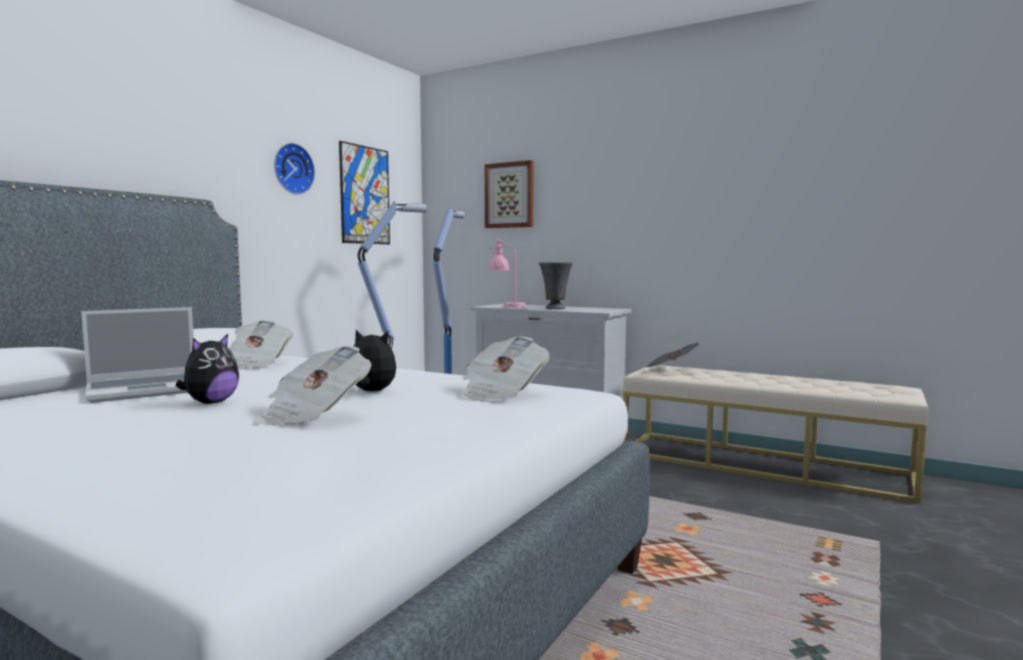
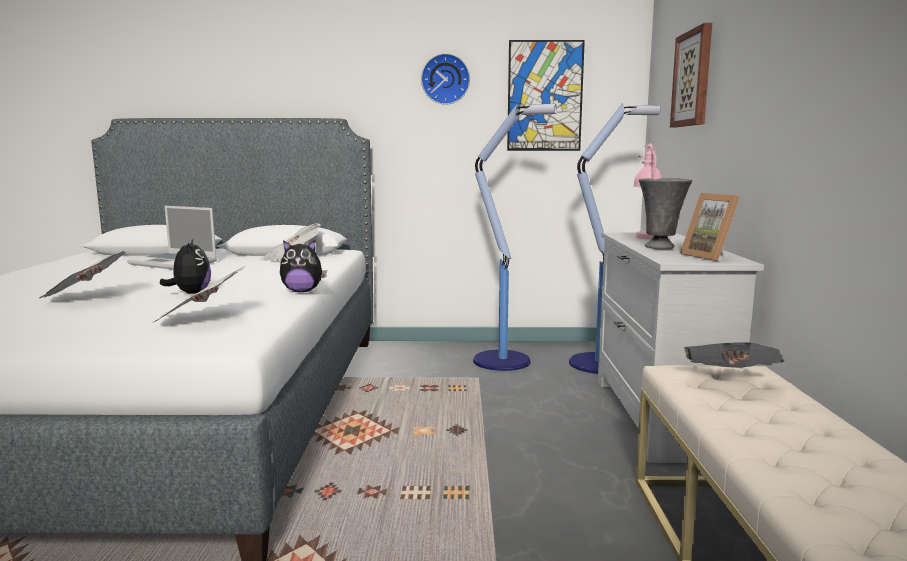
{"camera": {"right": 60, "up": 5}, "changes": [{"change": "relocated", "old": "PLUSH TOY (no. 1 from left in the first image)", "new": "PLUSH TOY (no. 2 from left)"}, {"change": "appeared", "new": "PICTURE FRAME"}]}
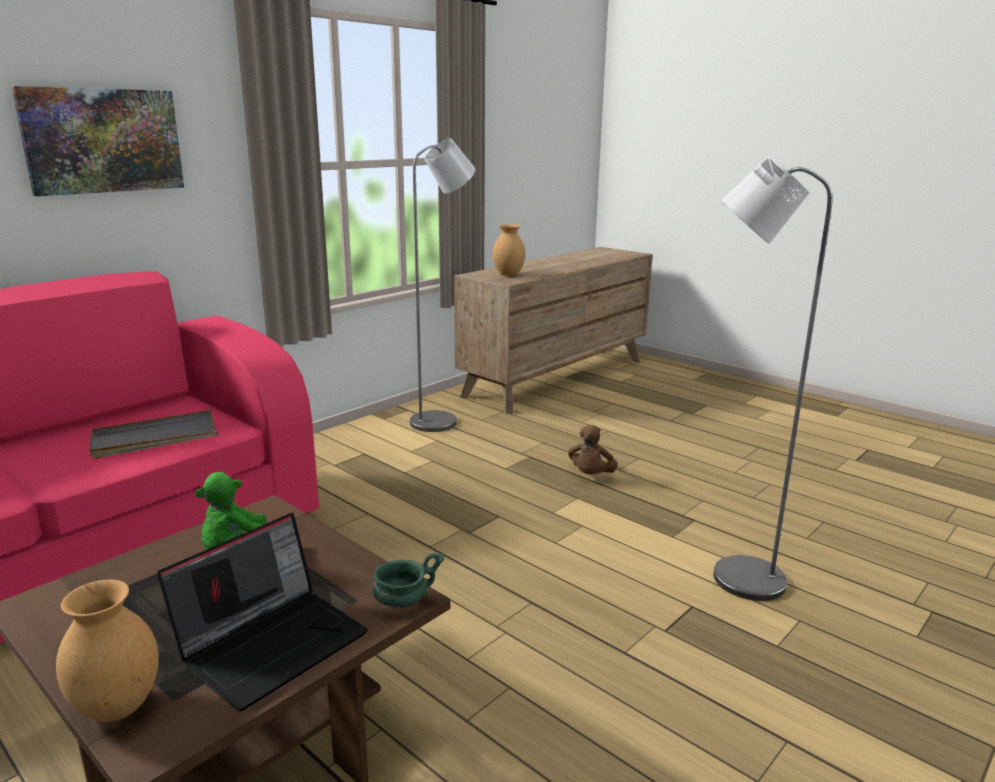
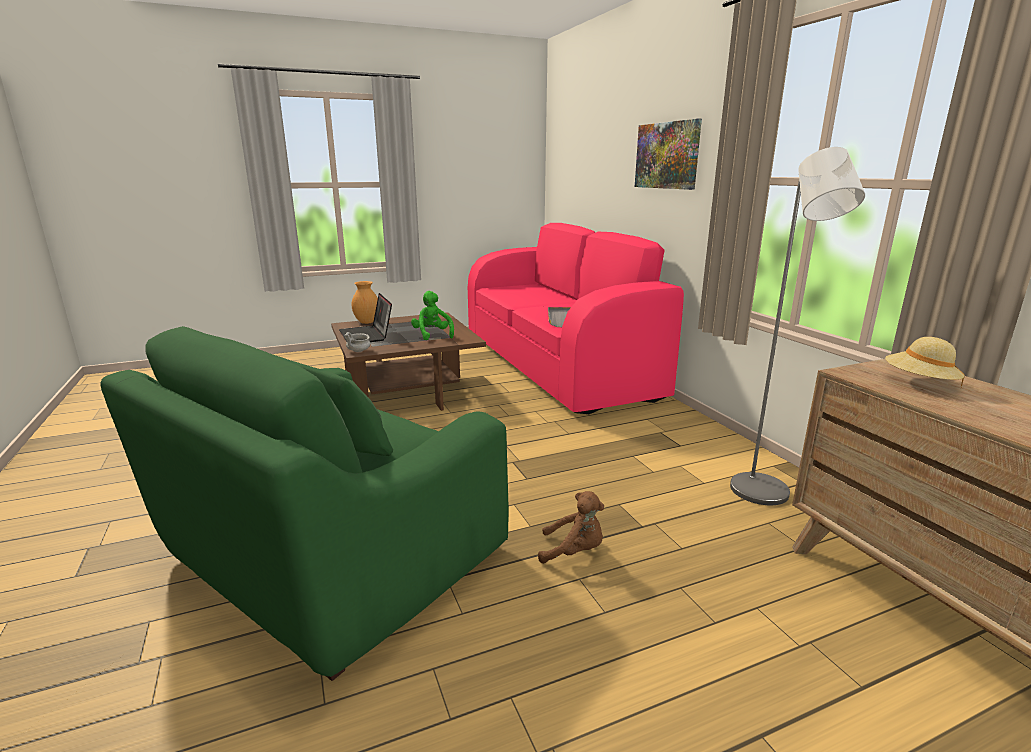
{"camera": {"right": 115, "up": 0}, "changes": [{"change": "colour", "old": "GREEN BOWL", "new": "GREY BOWL"}, {"change": "exchanged", "old": "BROWN VASE (no. 2 from left)", "new": "BEIGE HAT"}, {"change": "spun", "old": "BROWN PLUSH TOY", "degrees": 150}, {"change": "exchanged", "old": "GREY FLOOR LAMP (no. 2 from left)", "new": "GREEN ARMCHAIR"}]}
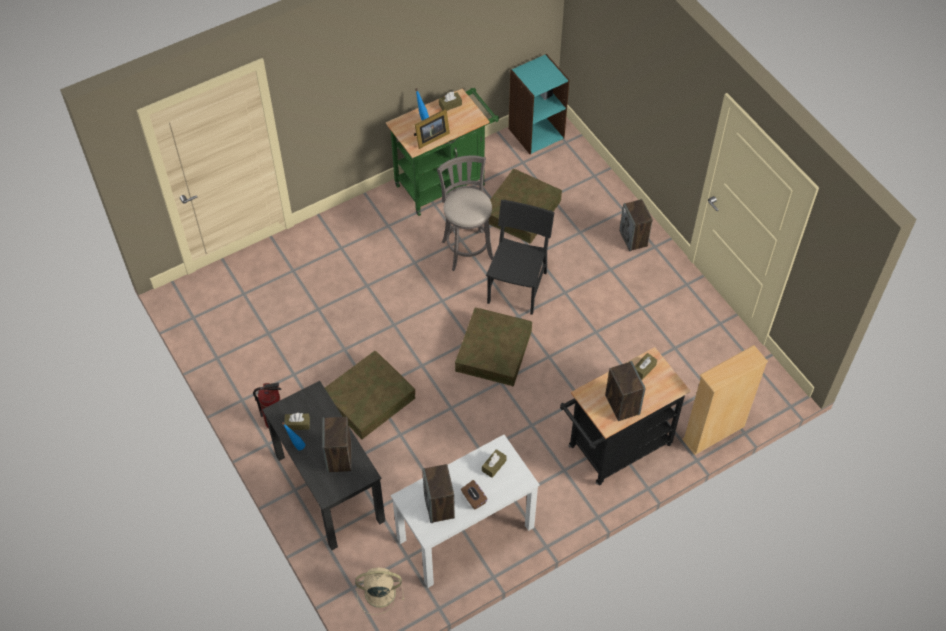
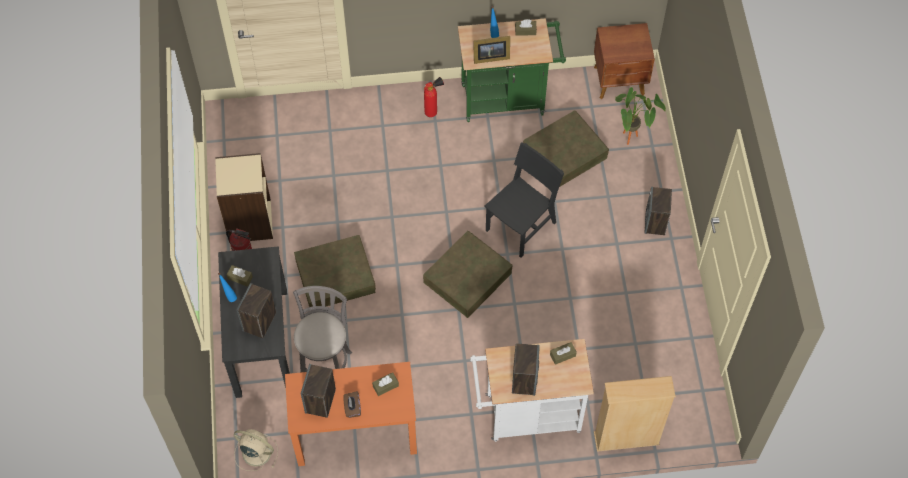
{"camera": {"right": 25, "up": 5}, "changes": [{"change": "colour", "old": "WHITE DESK", "new": "ORANGE DESK"}, {"change": "relocated", "old": "GREY STOOL"}, {"change": "exchanged", "old": "TURQUOISE BOOKCASE", "new": "BROWN NIGHTSTAND"}, {"change": "colour", "old": "BLACK CART", "new": "WHITE CART"}, {"change": "appeared", "new": "BEIGE BOOKCASE (no. 1 from left)"}, {"change": "appeared", "new": "FIRE EXTINGUISHER (no. 2 from left)"}, {"change": "appeared", "new": "POTTED PLANT"}]}
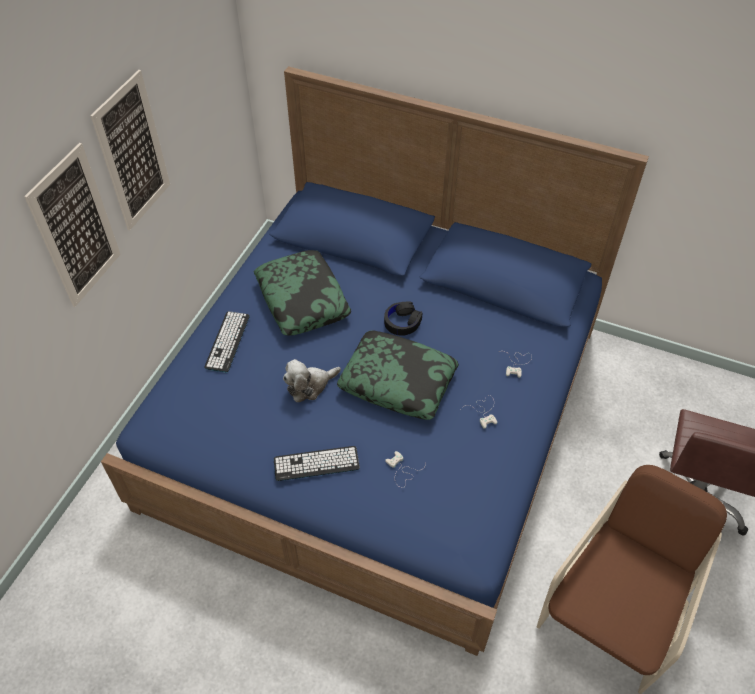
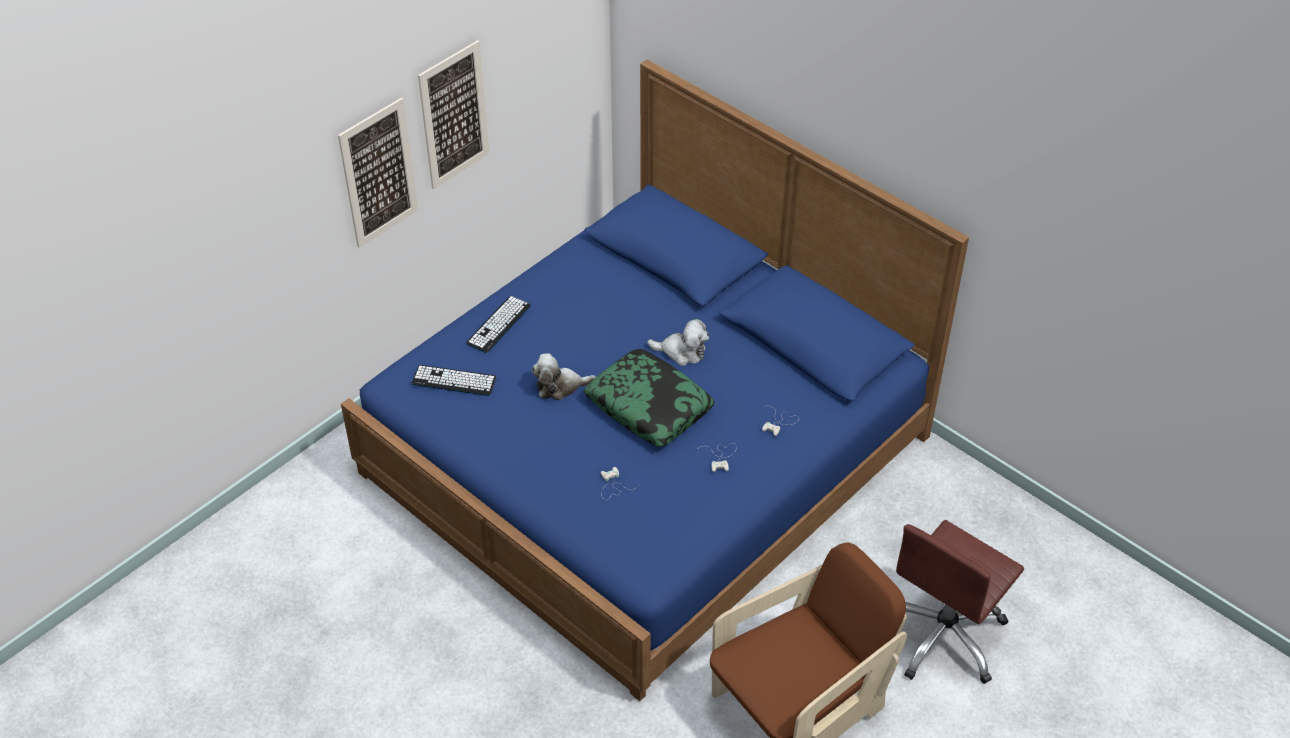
{"camera": {"right": 20, "up": -5}, "changes": [{"change": "missing", "old": "PILLOW (no. 1 from left)"}, {"change": "relocated", "old": "KEYBOARD (no. 2 from left in the first image)", "new": "KEYBOARD (no. 1 from left)"}, {"change": "exchanged", "old": "BLACK HEADPHONES", "new": "PLUSH TOY (no. 2 from left)"}]}
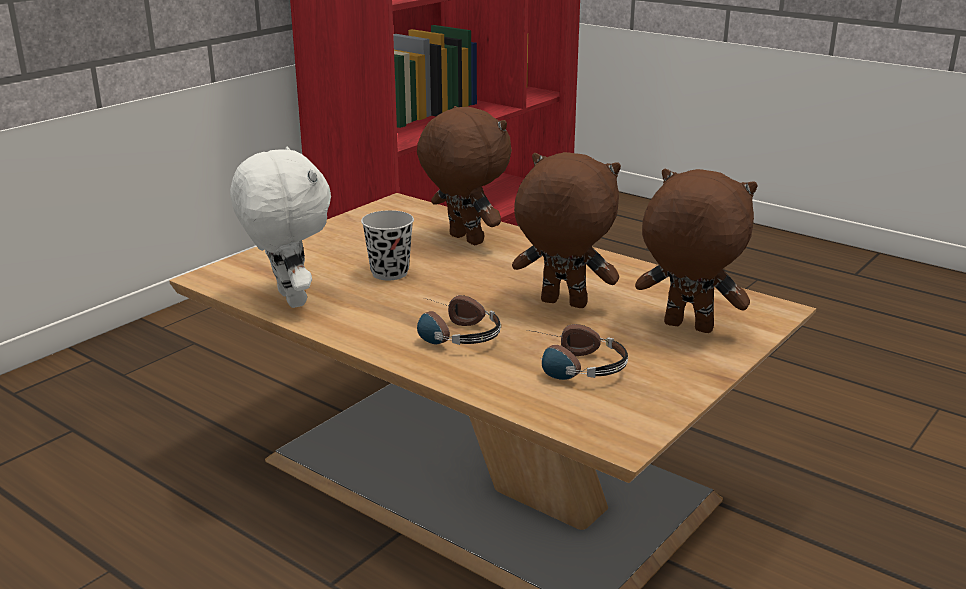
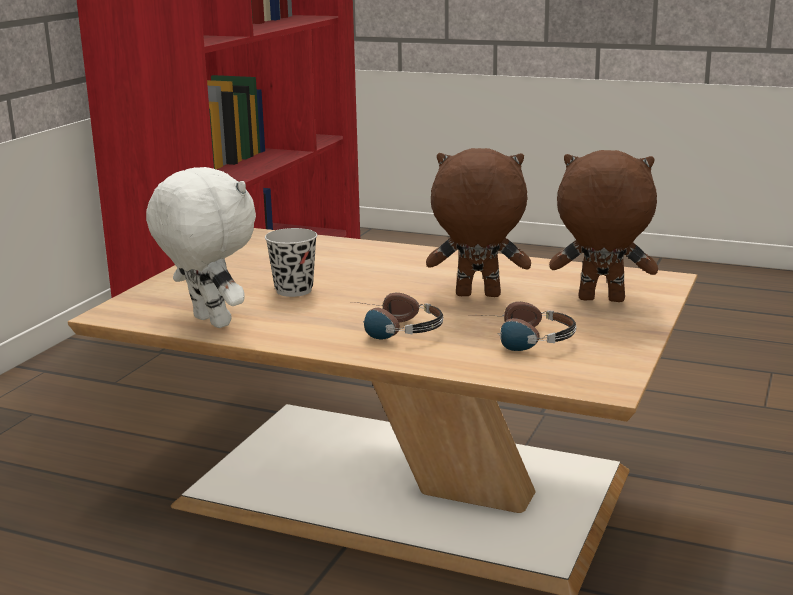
{"camera": {"right": -15, "up": -5}, "changes": [{"change": "missing", "old": "BROWN PLUSH TOY (no. 1 from left)"}]}
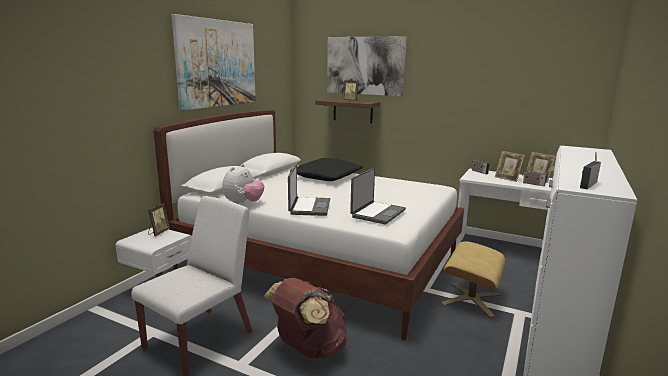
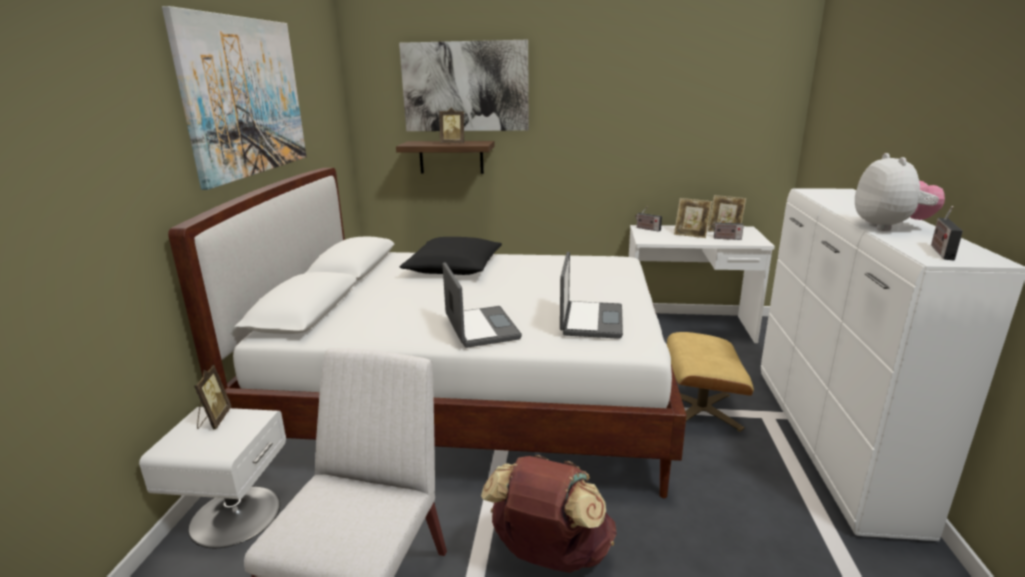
{"camera": {"right": -20, "up": 5}, "changes": [{"change": "relocated", "old": "PLUSH TOY"}]}
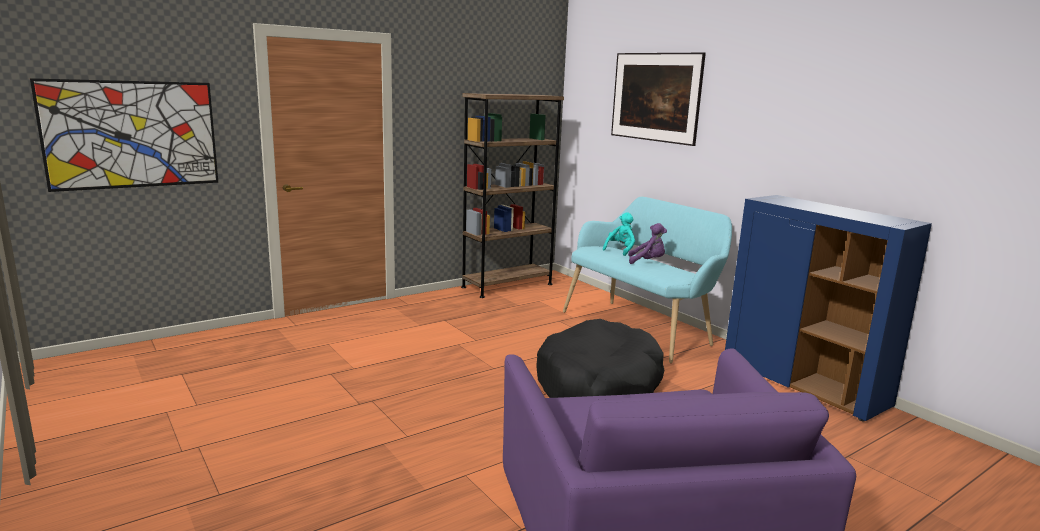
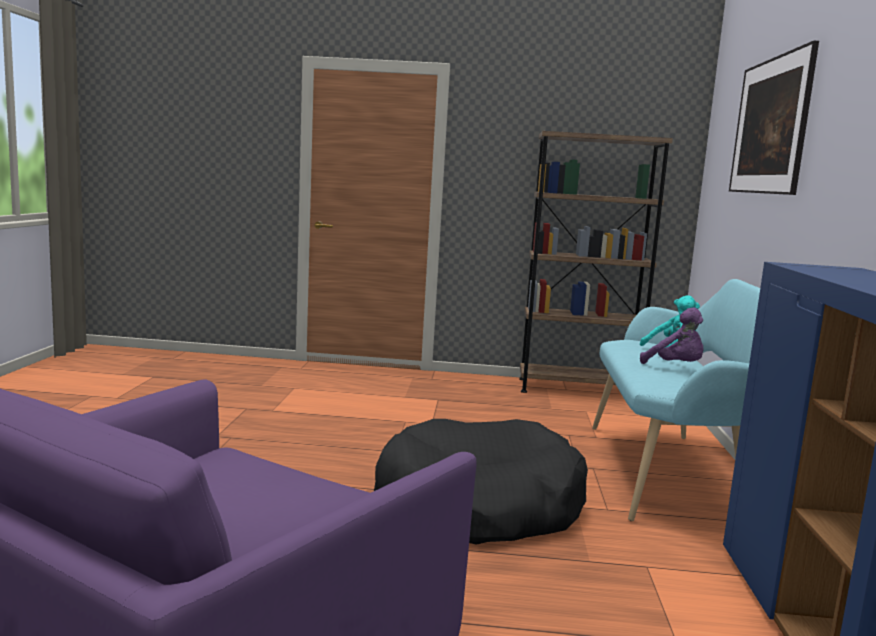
{"camera": {"right": 40, "up": -5}, "changes": [{"change": "missing", "old": "PICTURE (no. 1 from left)"}]}
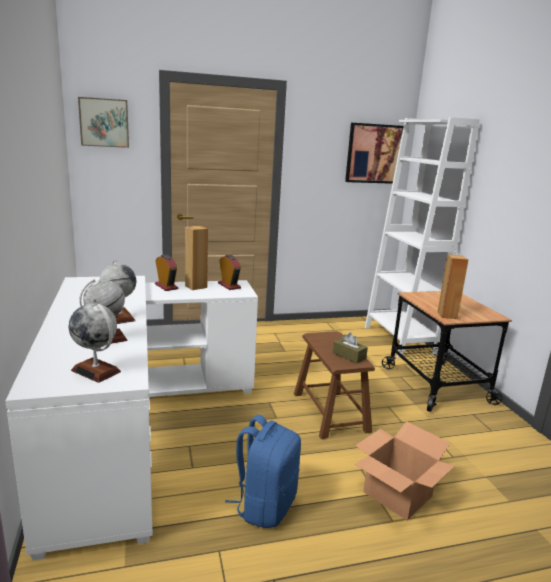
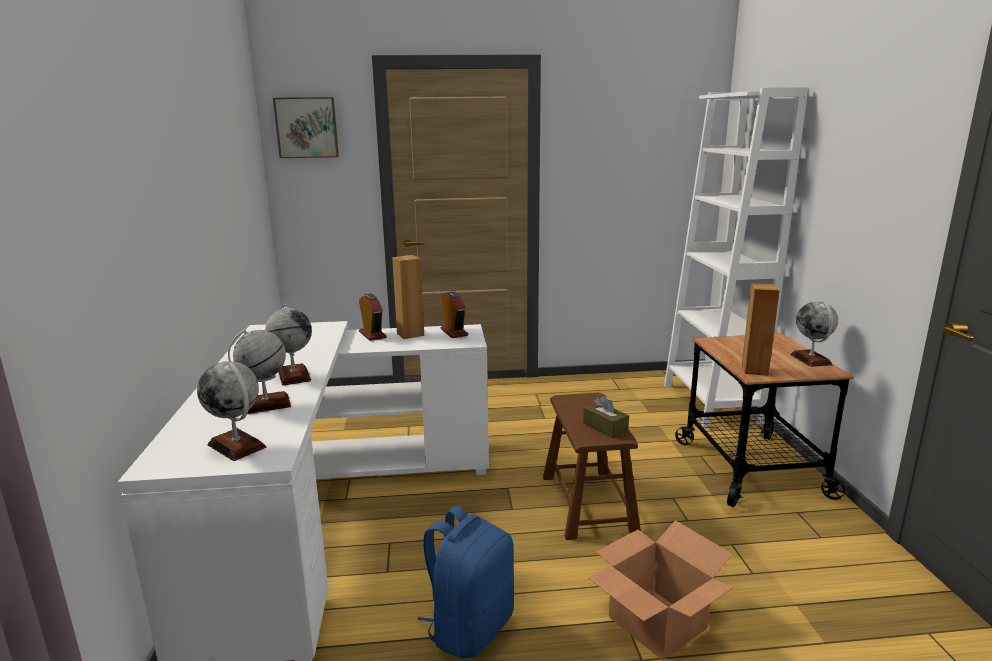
{"camera": {"right": 10, "up": 0}, "changes": [{"change": "missing", "old": "PICTURE (no. 2 from left)"}, {"change": "appeared", "new": "GLOBE (no. 4 from left)"}]}
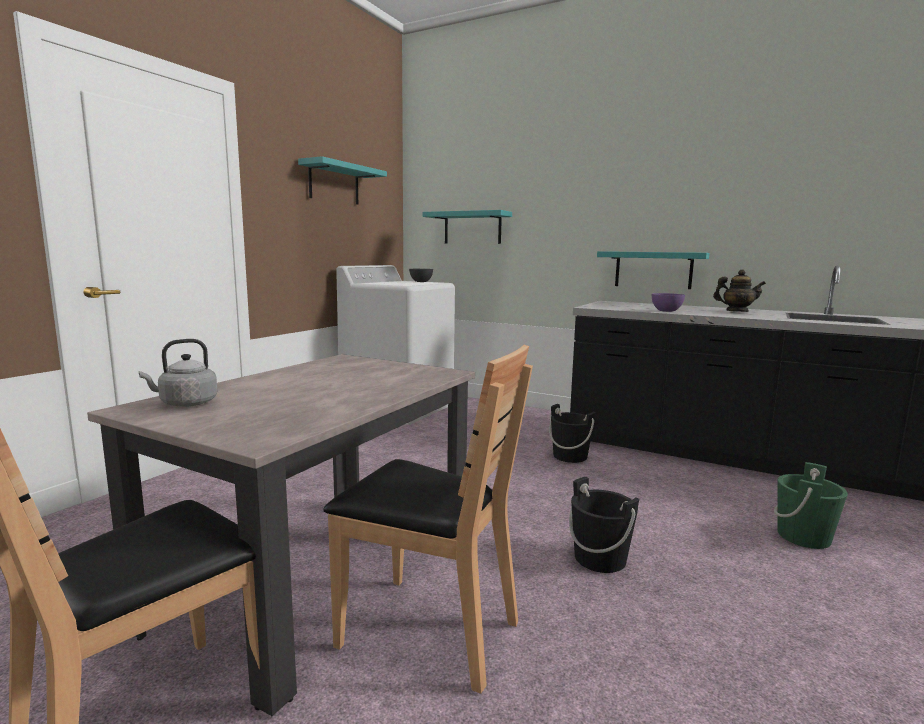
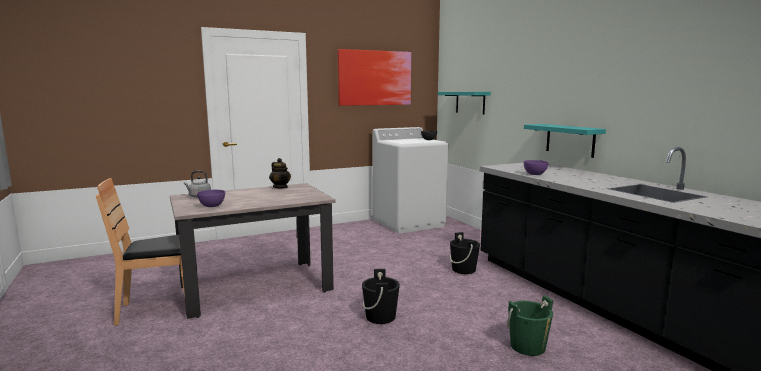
{"camera": {"right": 35, "up": 0}, "changes": [{"change": "exchanged", "old": "TURQUOISE SHELF (no. 1 from left)", "new": "PICTURE"}, {"change": "missing", "old": "BROWN CHAIR (no. 2 from left)"}, {"change": "relocated", "old": "TEAPOT"}, {"change": "appeared", "new": "PURPLE BOWL (no. 1 from left)"}]}
